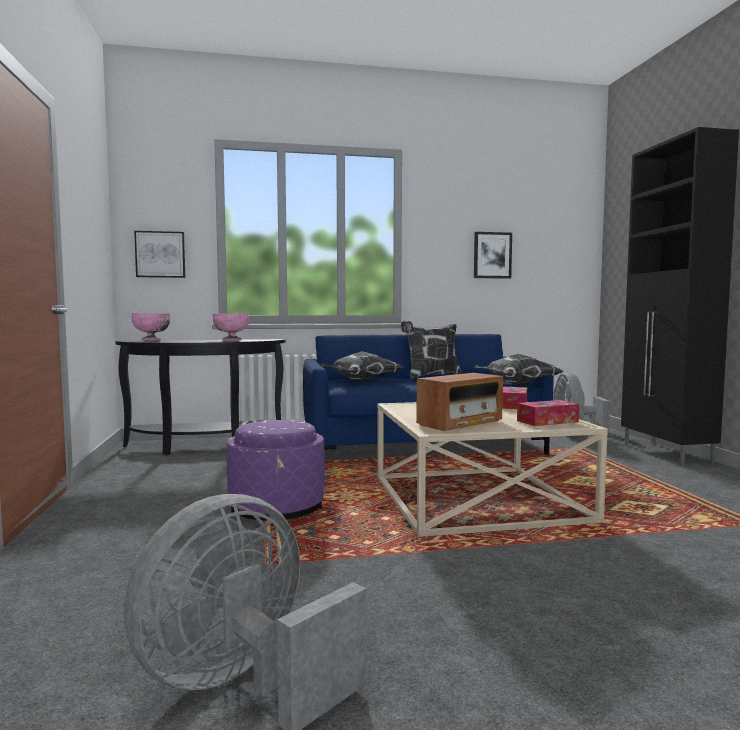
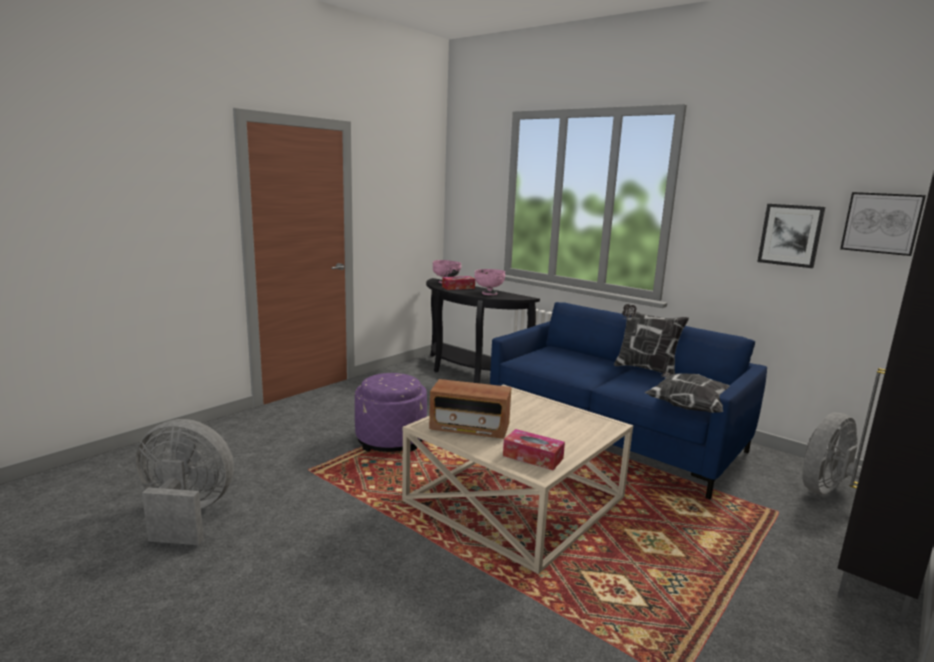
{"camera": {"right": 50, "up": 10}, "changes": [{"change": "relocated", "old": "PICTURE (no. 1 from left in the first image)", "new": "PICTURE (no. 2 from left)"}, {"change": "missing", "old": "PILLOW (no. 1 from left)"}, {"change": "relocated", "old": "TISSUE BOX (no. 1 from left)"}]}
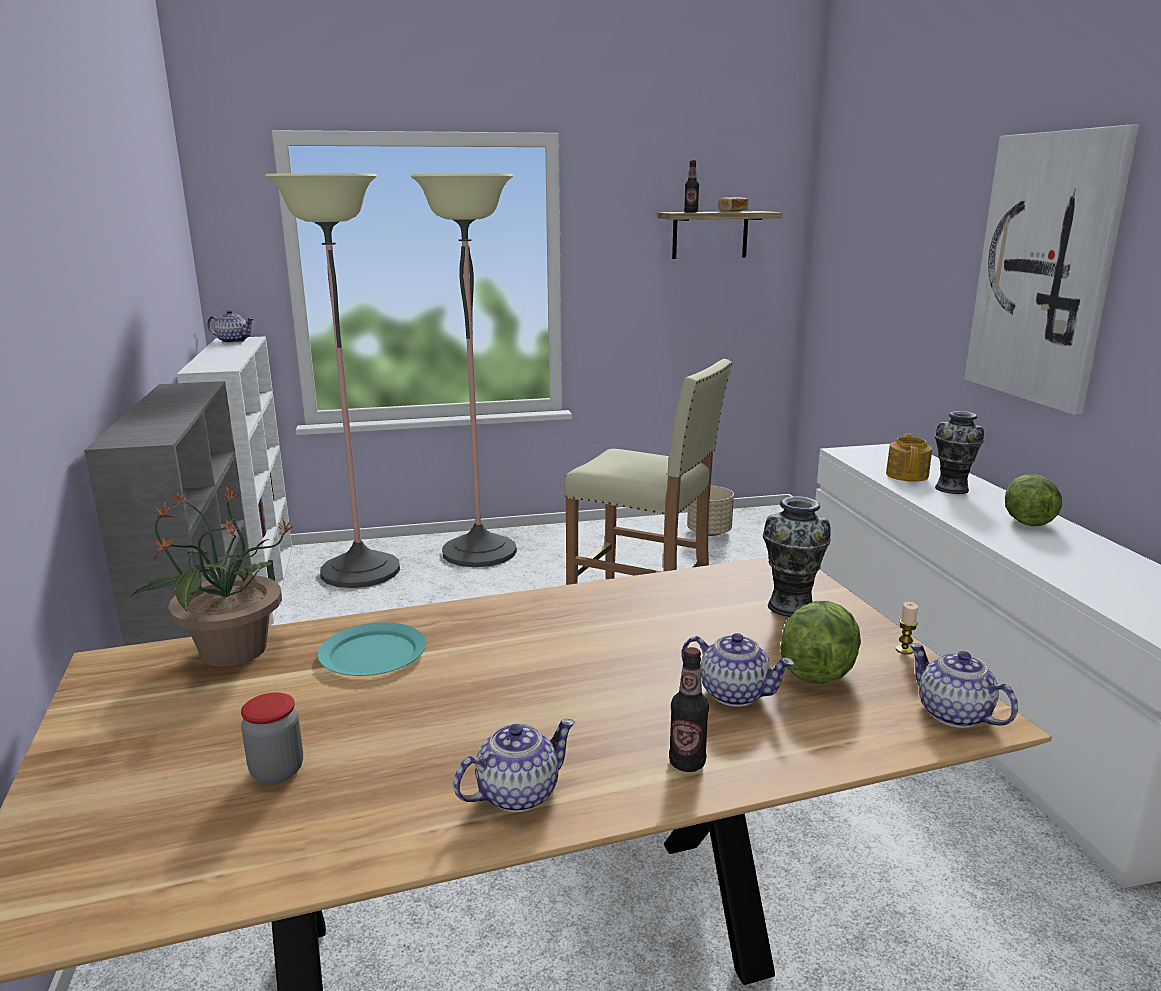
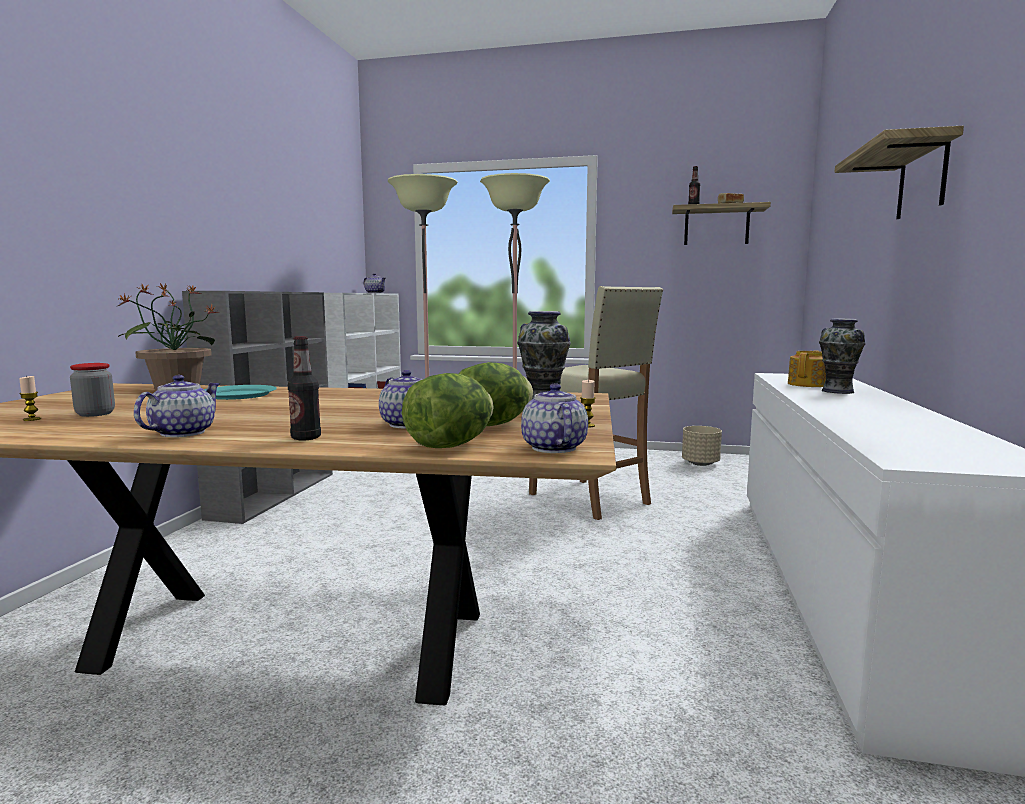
{"camera": {"right": 25, "up": -10}, "changes": [{"change": "spun", "old": "TEAPOT (no. 2 from left in the first image)", "degrees": -60}, {"change": "exchanged", "old": "PICTURE", "new": "SHELF (no. 2 from left)"}, {"change": "relocated", "old": "LETTUCE (no. 2 from left in the first image)", "new": "LETTUCE (no. 1 from left)"}, {"change": "appeared", "new": "CANDLE (no. 1 from left)"}]}
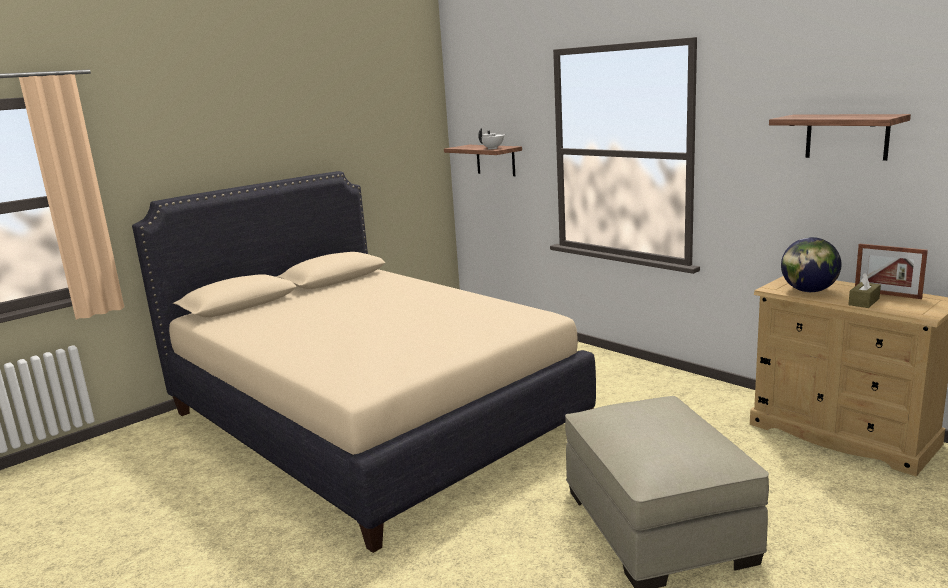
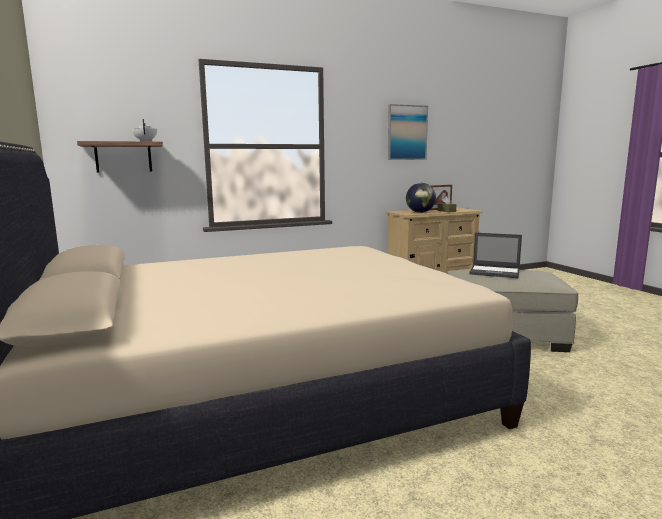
{"camera": {"right": -70, "up": -5}, "changes": [{"change": "exchanged", "old": "SHELF (no. 2 from left)", "new": "PICTURE"}, {"change": "appeared", "new": "LAPTOP"}]}
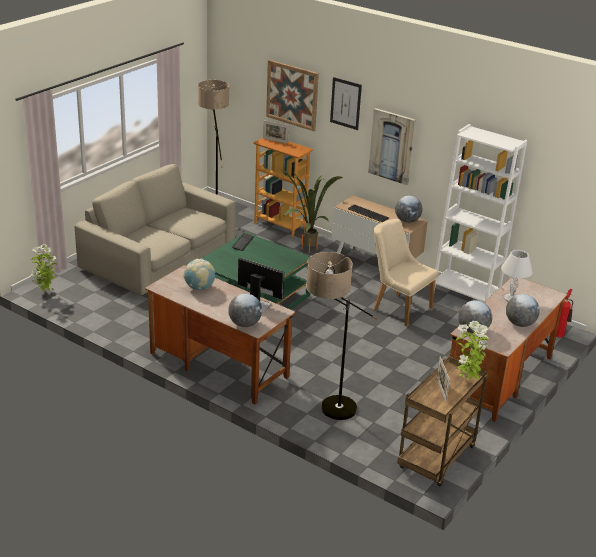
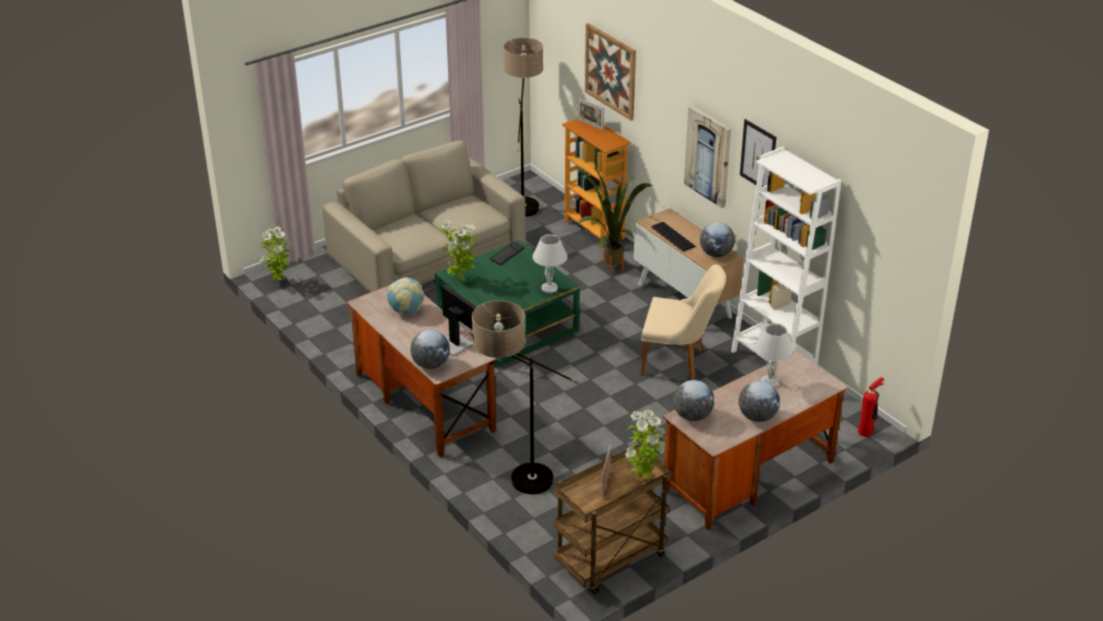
{"camera": {"right": 20, "up": 5}, "changes": [{"change": "relocated", "old": "PICTURE (no. 2 from left in the first image)", "new": "PICTURE (no. 3 from left)"}, {"change": "spun", "old": "BEIGE CHAIR", "degrees": 135}, {"change": "appeared", "new": "POTTED PLANT (no. 2 from left)"}, {"change": "appeared", "new": "WHITE TABLE LAMP (no. 1 from left)"}]}
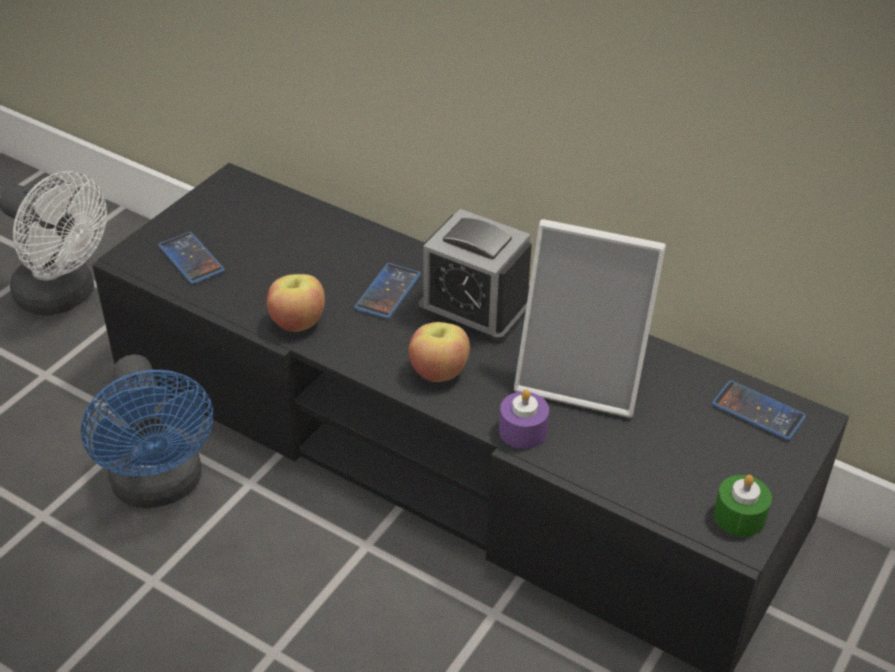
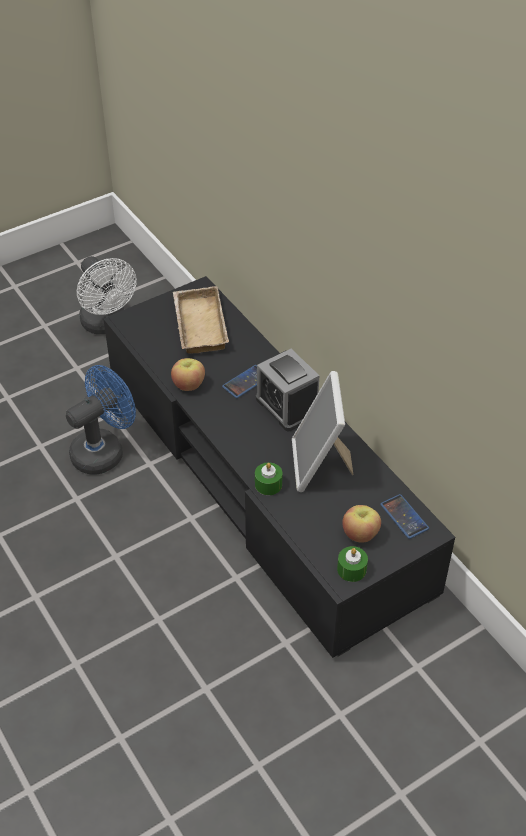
{"camera": {"right": 25, "up": 5}, "changes": [{"change": "spun", "old": "BLUE FAN", "degrees": -135}, {"change": "missing", "old": "PHONE (no. 1 from left)"}, {"change": "relocated", "old": "APPLE (no. 2 from left)"}, {"change": "colour", "old": "PURPLE CANDLE", "new": "GREEN CANDLE (no. 1 from left)"}, {"change": "spun", "old": "PICTURE FRAME", "degrees": 45}, {"change": "appeared", "new": "BEIGE TRAY"}]}
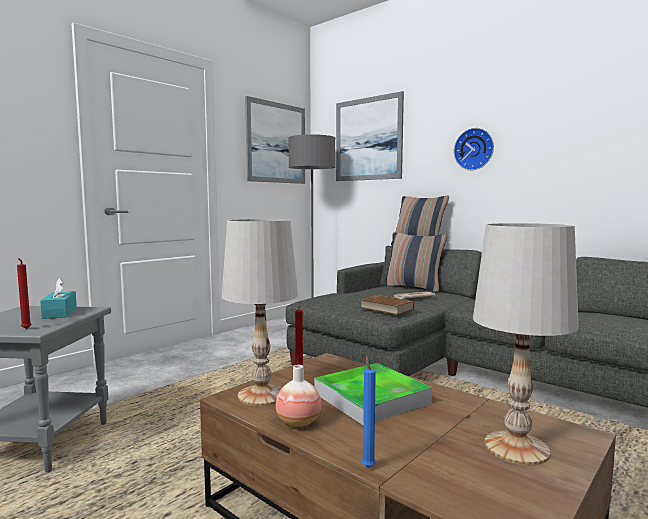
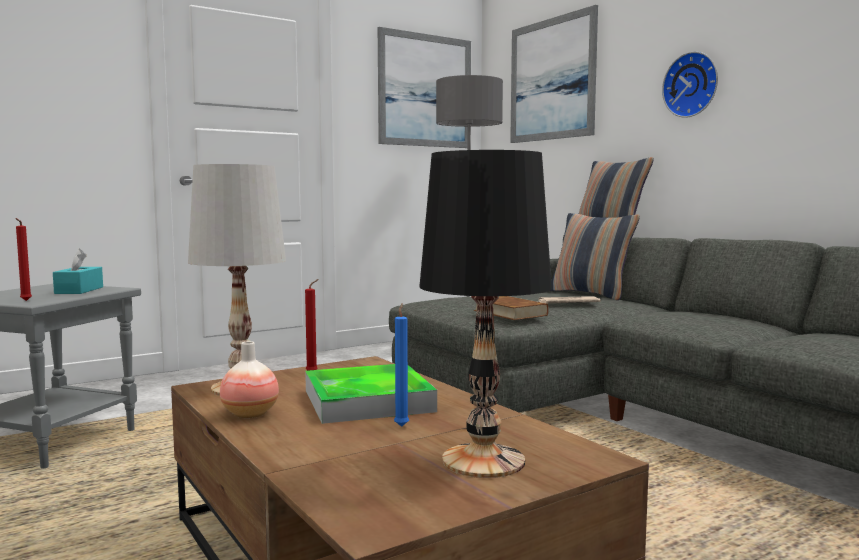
{"camera": {"right": 15, "up": 0}, "changes": [{"change": "relocated", "old": "BLUE CANDLE"}, {"change": "colour", "old": "WHITE TABLE LAMP (no. 2 from left)", "new": "BLACK TABLE LAMP"}]}
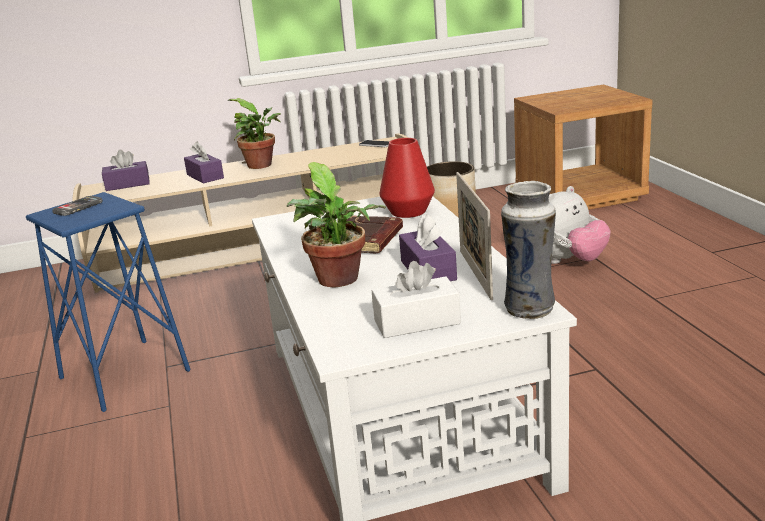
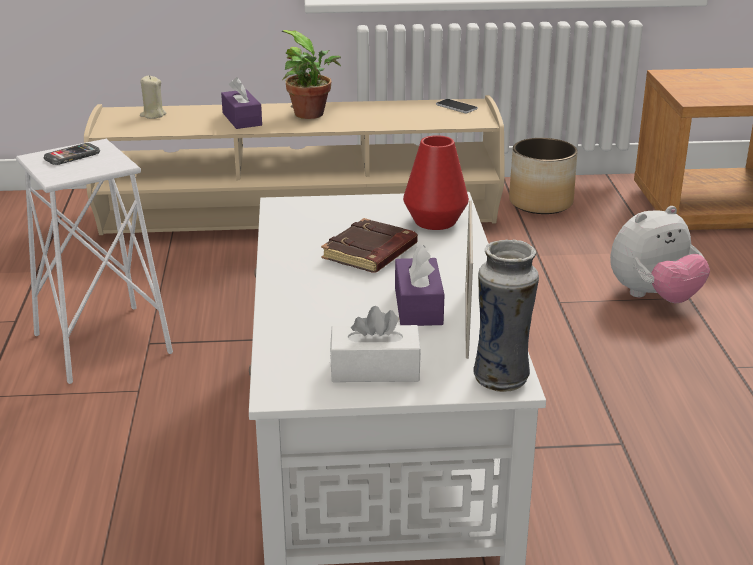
{"camera": {"right": 10, "up": 5}, "changes": [{"change": "colour", "old": "BLUE STOOL", "new": "WHITE STOOL"}, {"change": "exchanged", "old": "PURPLE TISSUE BOX (no. 1 from left)", "new": "BEIGE CANDLE"}, {"change": "missing", "old": "POTTED PLANT (no. 2 from left)"}]}
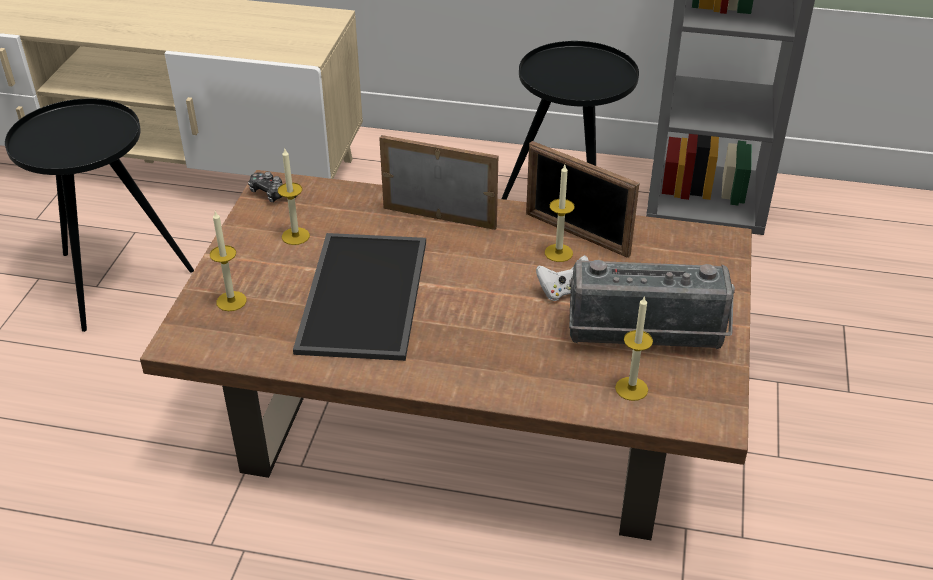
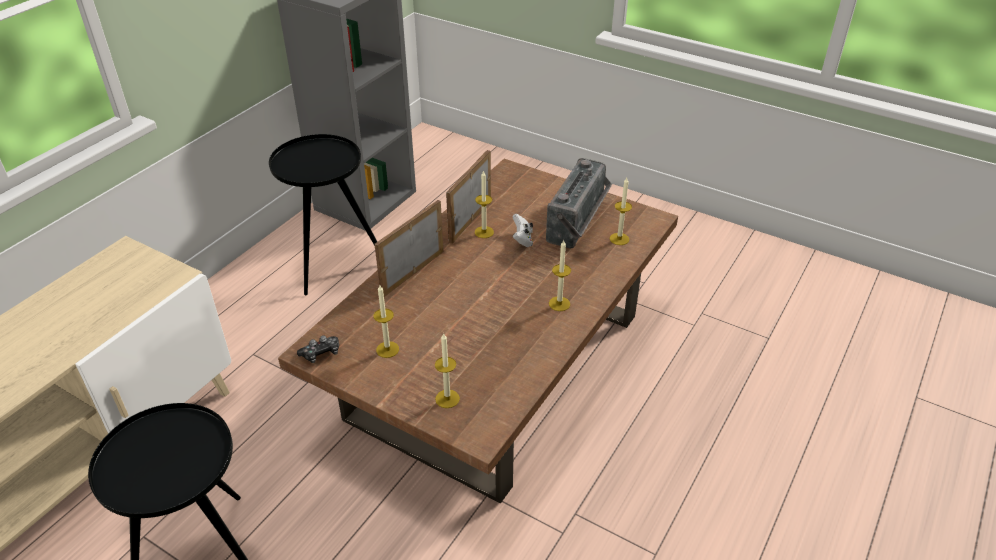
{"camera": {"right": -70, "up": 0}, "changes": [{"change": "missing", "old": "TRAY"}, {"change": "spun", "old": "PICTURE FRAME (no. 2 from left)", "degrees": 150}, {"change": "appeared", "new": "CANDLE (no. 4 from left)"}]}
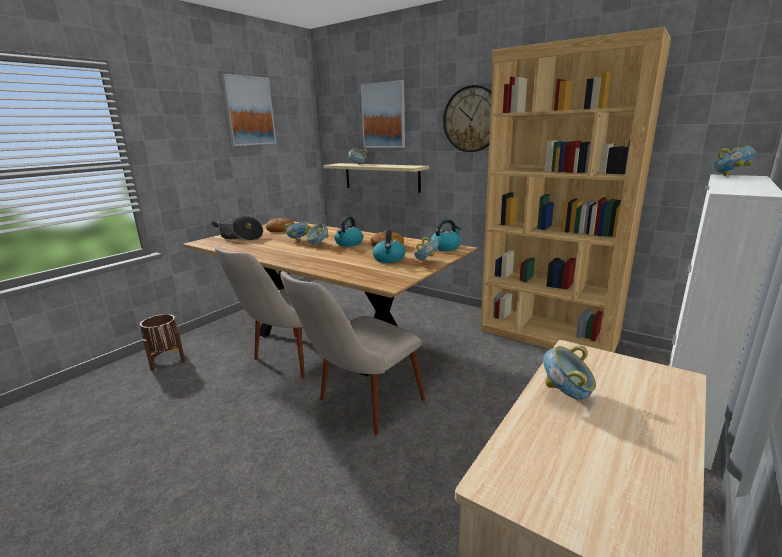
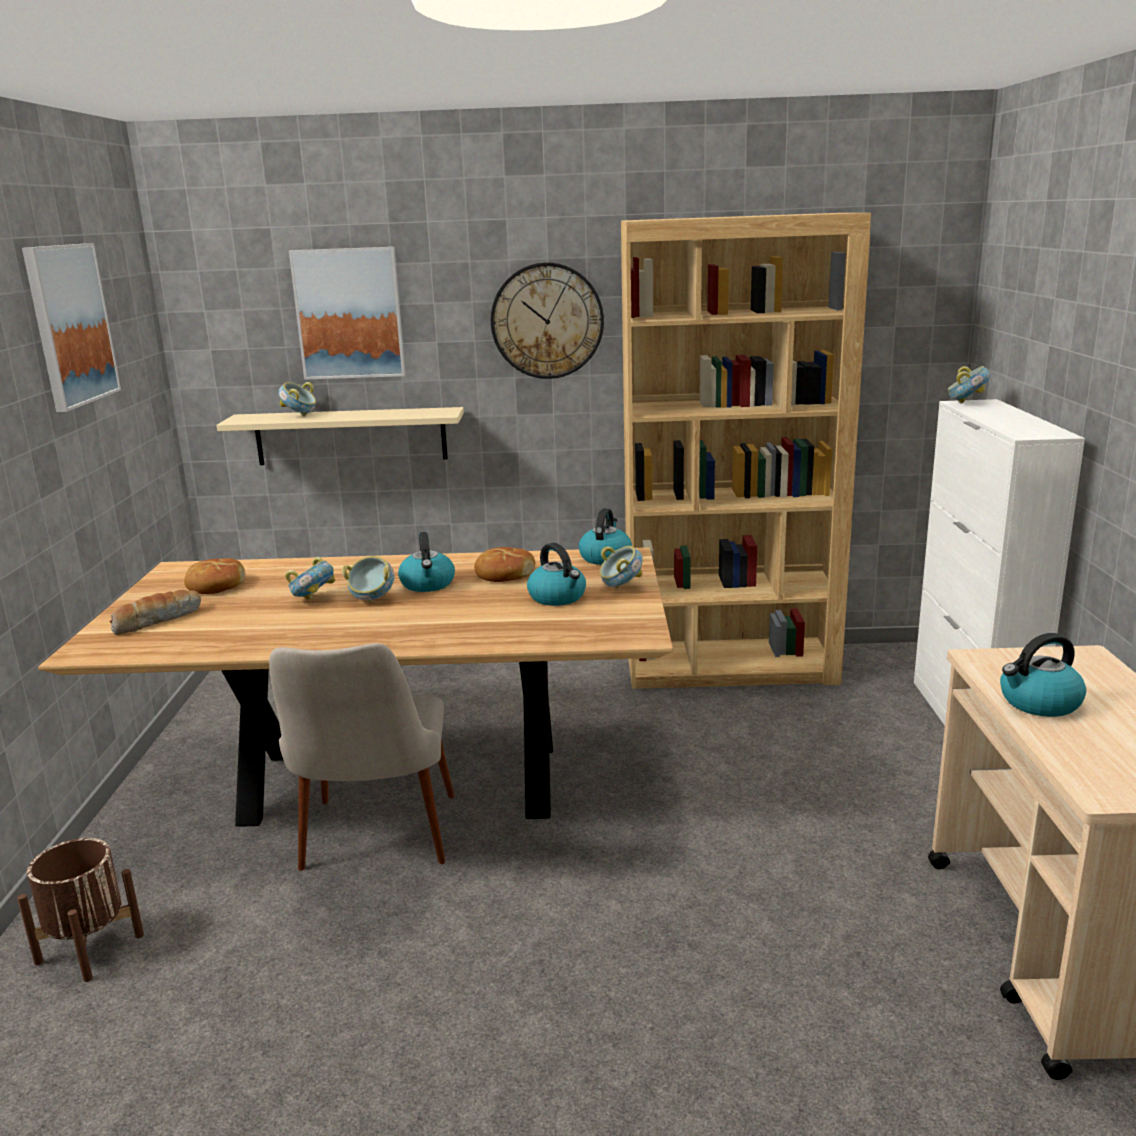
{"camera": {"right": -35, "up": 0}, "changes": [{"change": "exchanged", "old": "COOKING POT", "new": "BREAD (no. 1 from left)"}, {"change": "missing", "old": "BEIGE CHAIR (no. 2 from left)"}, {"change": "exchanged", "old": "BOWL (no. 5 from left)", "new": "KETTLE (no. 4 from left)"}]}
